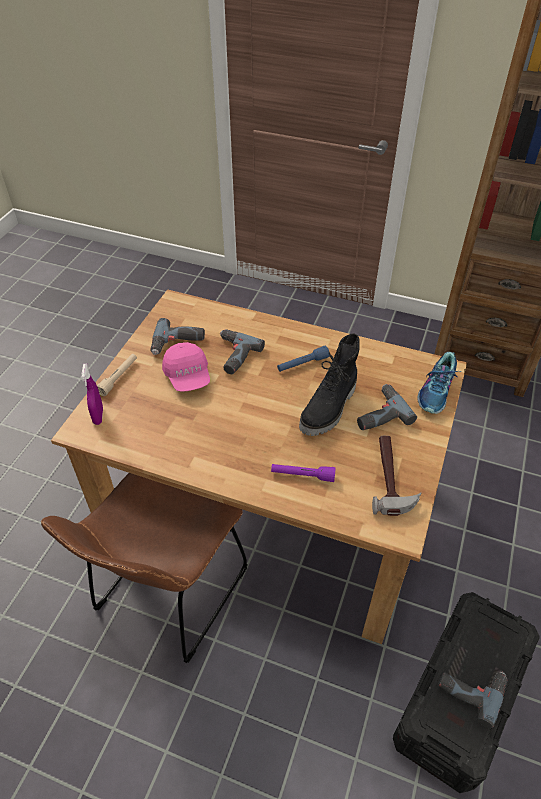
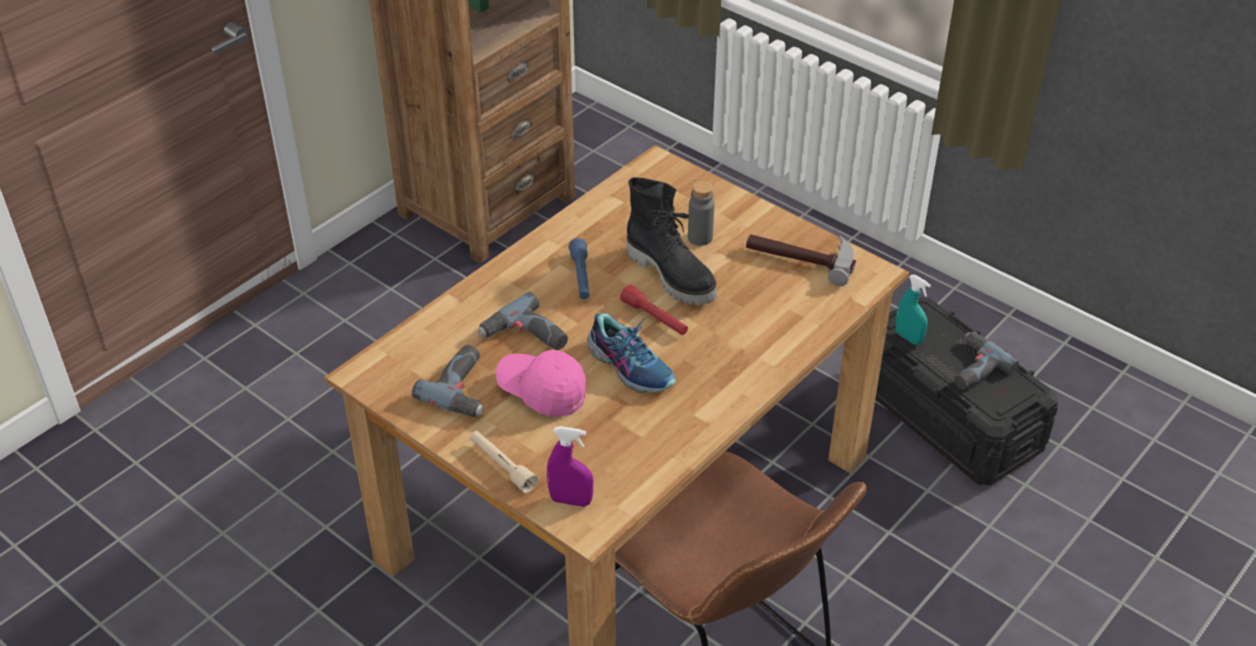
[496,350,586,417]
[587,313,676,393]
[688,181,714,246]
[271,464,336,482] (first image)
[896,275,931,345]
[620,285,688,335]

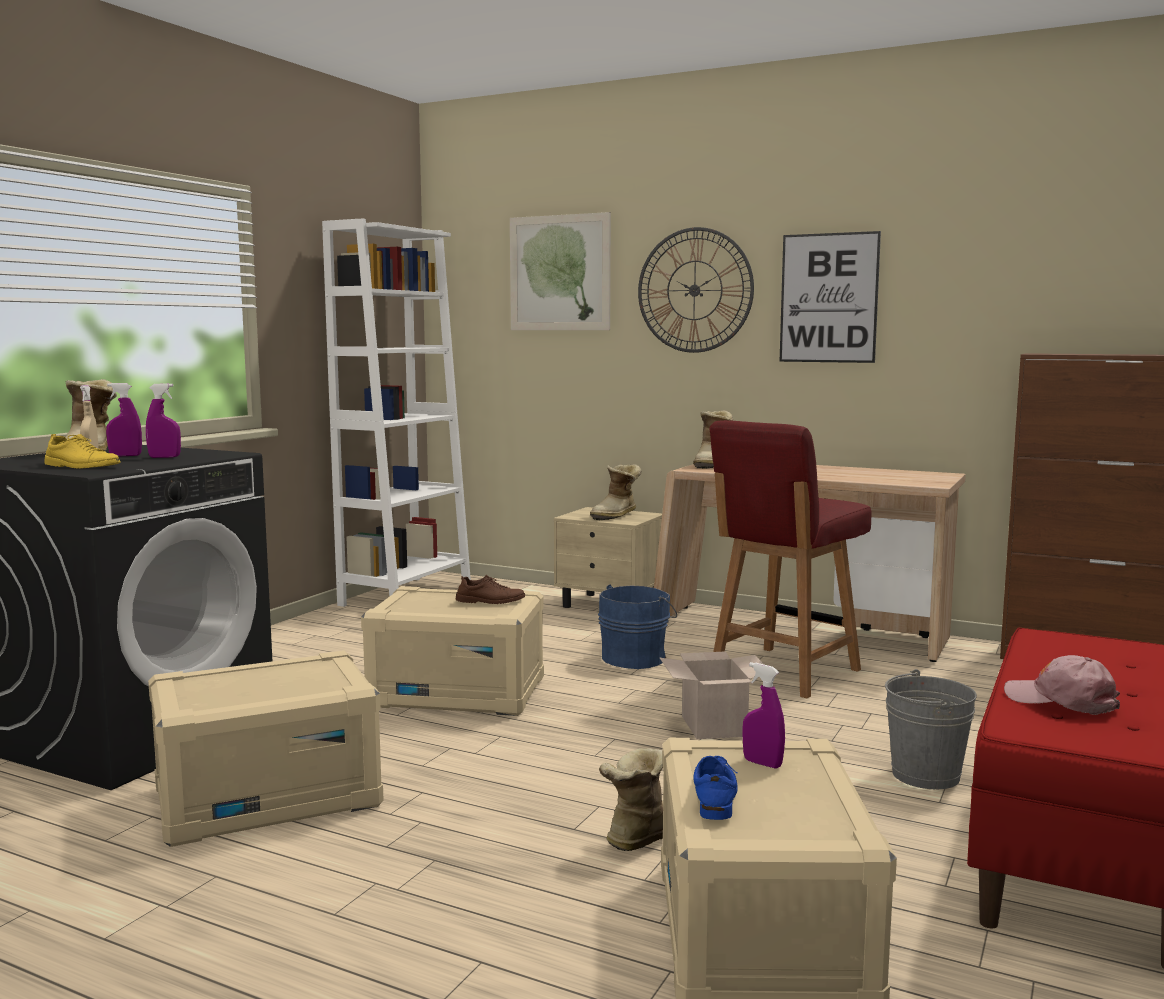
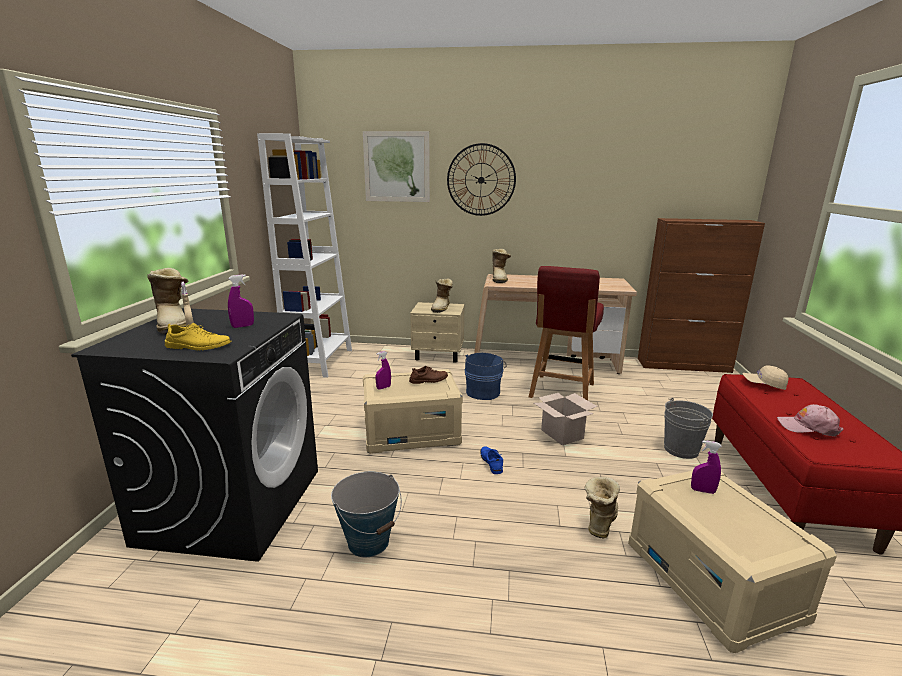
[780,231,881,363] (first image)
[376,351,391,390]
[331,472,402,557]
[480,446,503,474]
[742,366,788,390]

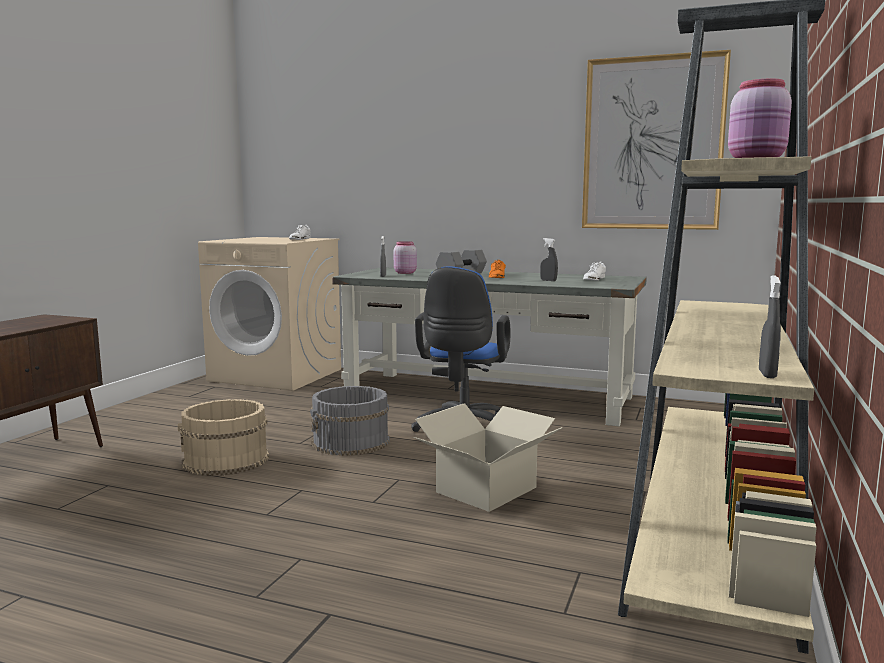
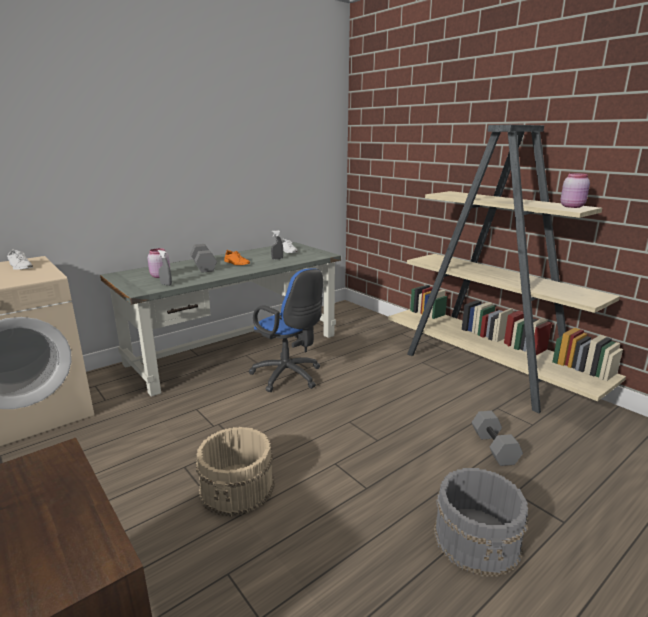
[582,50,731,230] (first image)
[759,275,781,378] (first image)
[433,468,529,577]
[414,403,563,512] (first image)
[472,411,523,466]

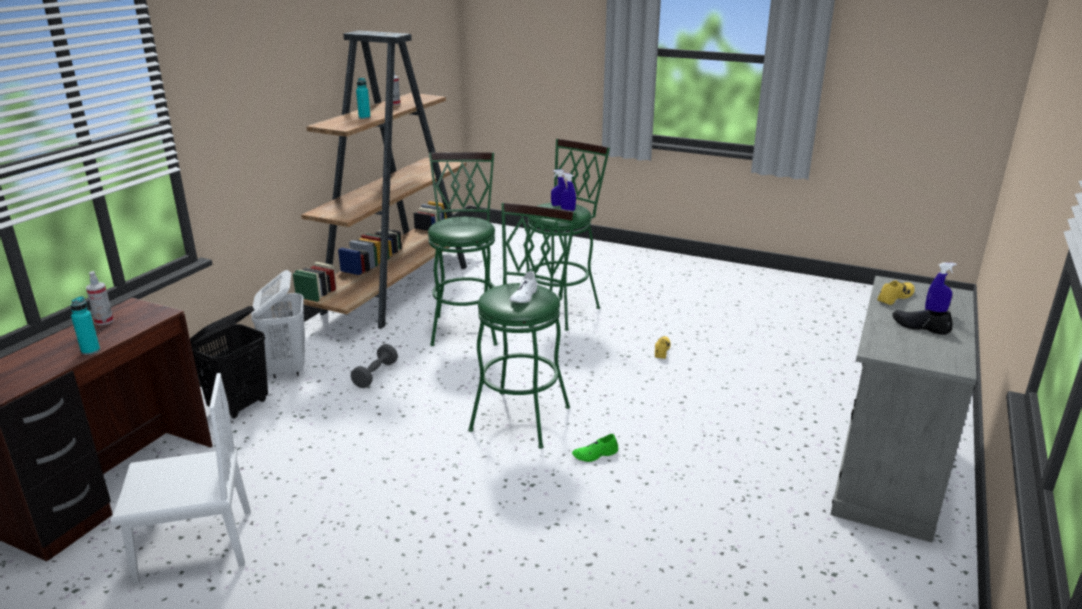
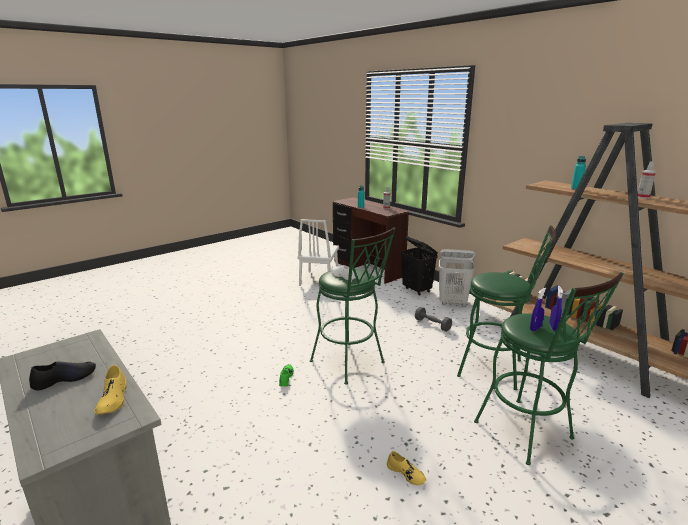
[925,263,957,312] (first image)

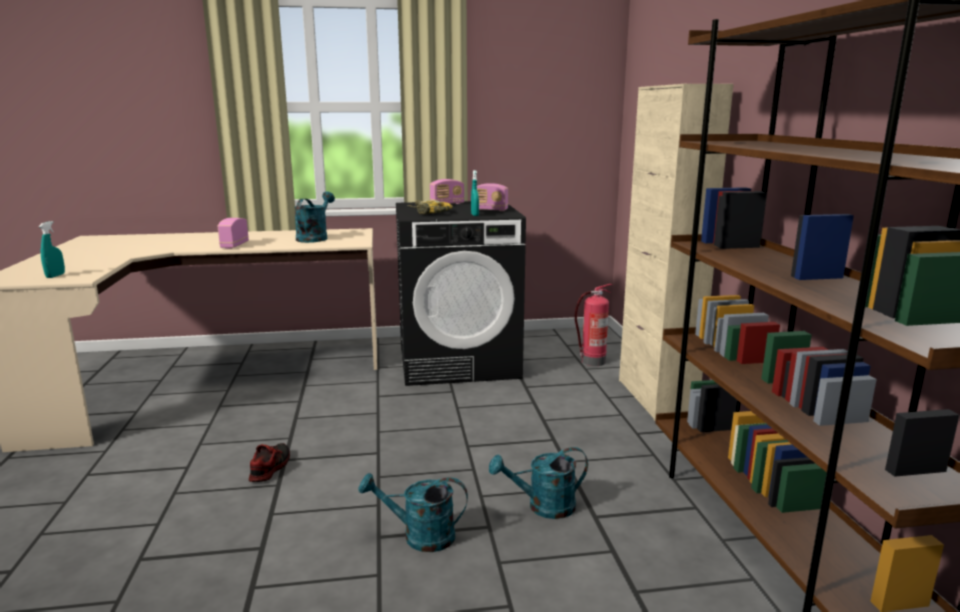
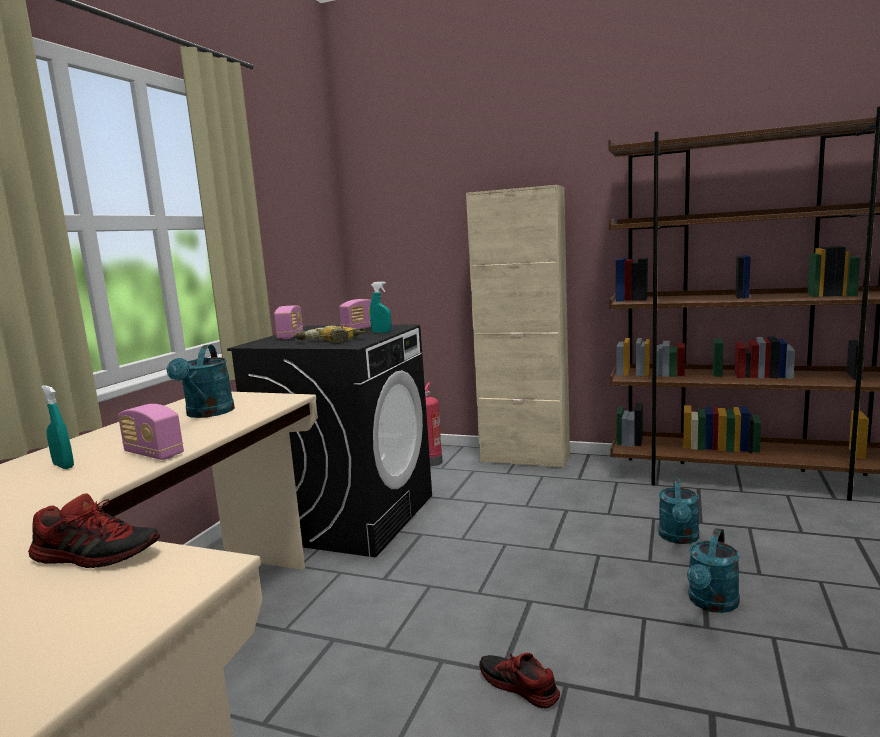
[167,345,235,418]
[41,385,74,469]
[28,494,160,568]

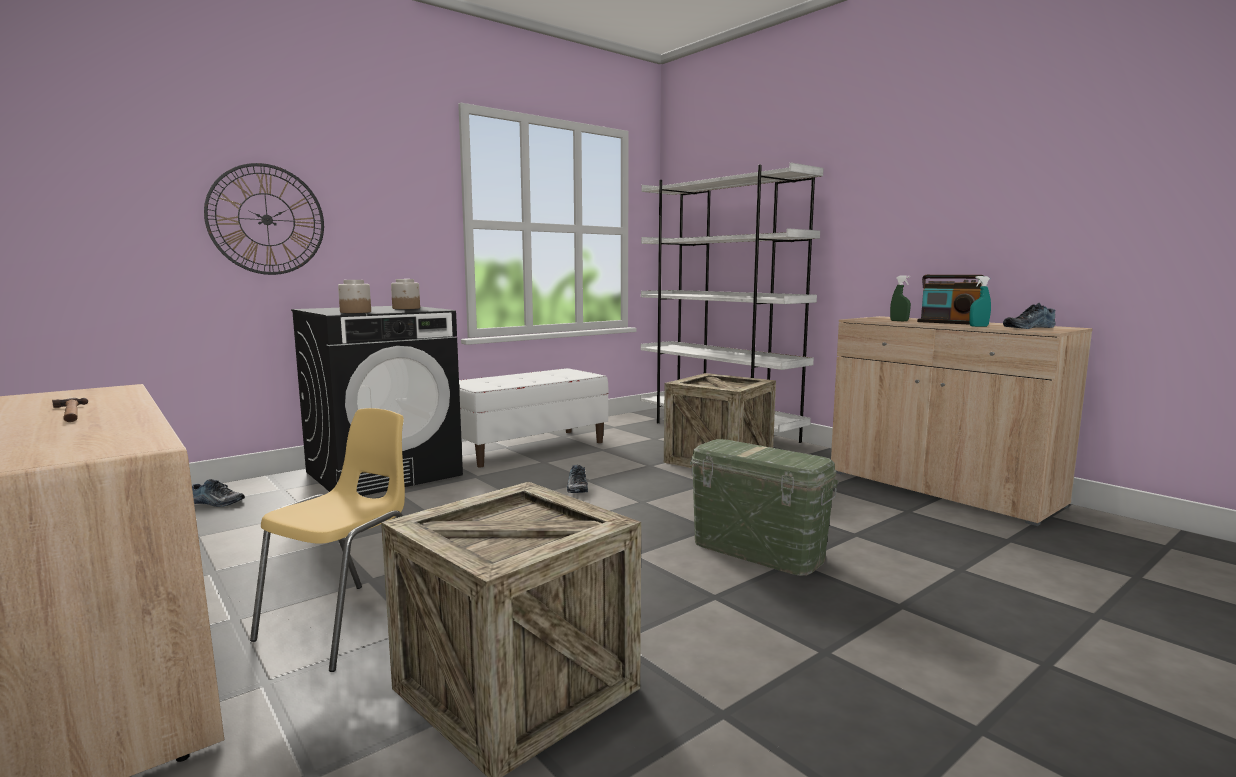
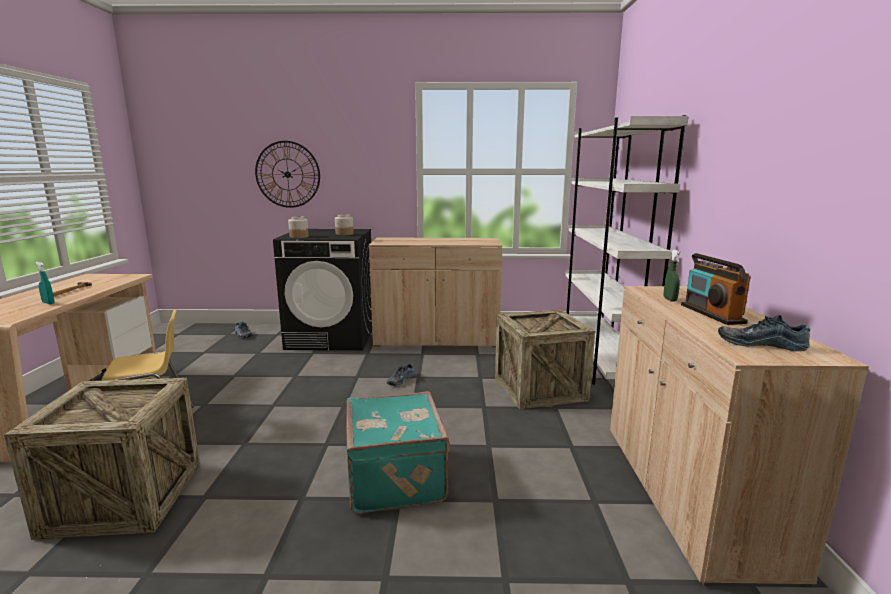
[35,262,55,305]
[369,238,502,347]
[346,391,451,514]

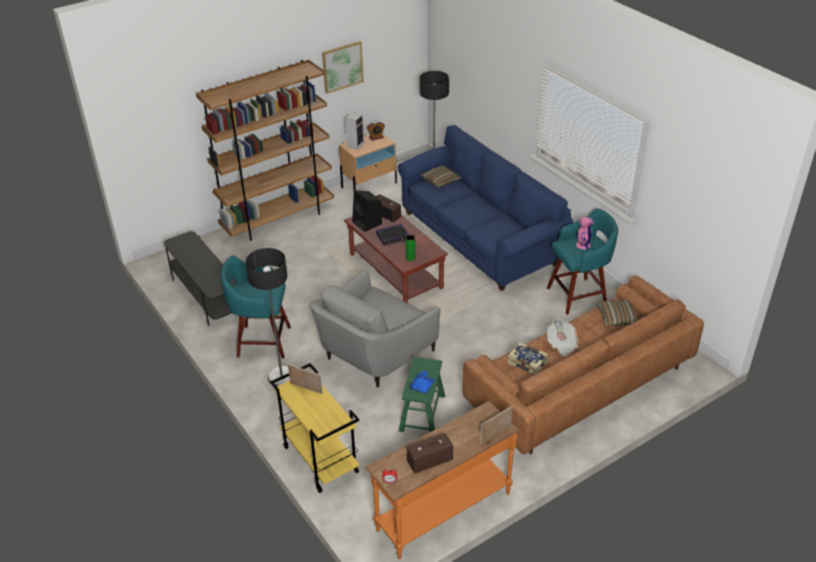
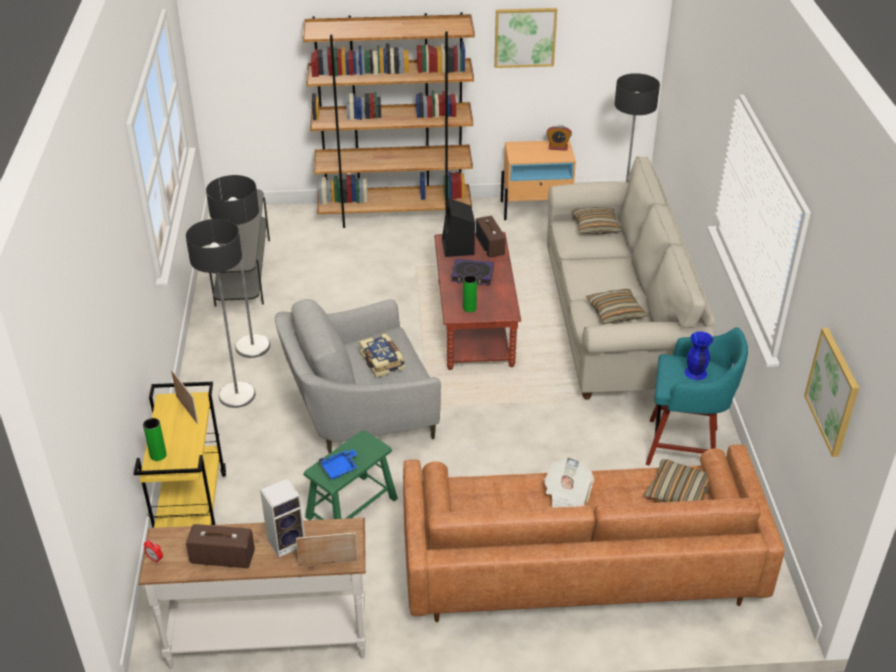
[260,478,305,557]
[547,156,715,400]
[685,331,713,380]
[206,175,270,358]
[359,333,405,378]
[138,518,366,669]
[586,289,648,324]
[804,328,859,457]
[143,418,167,461]

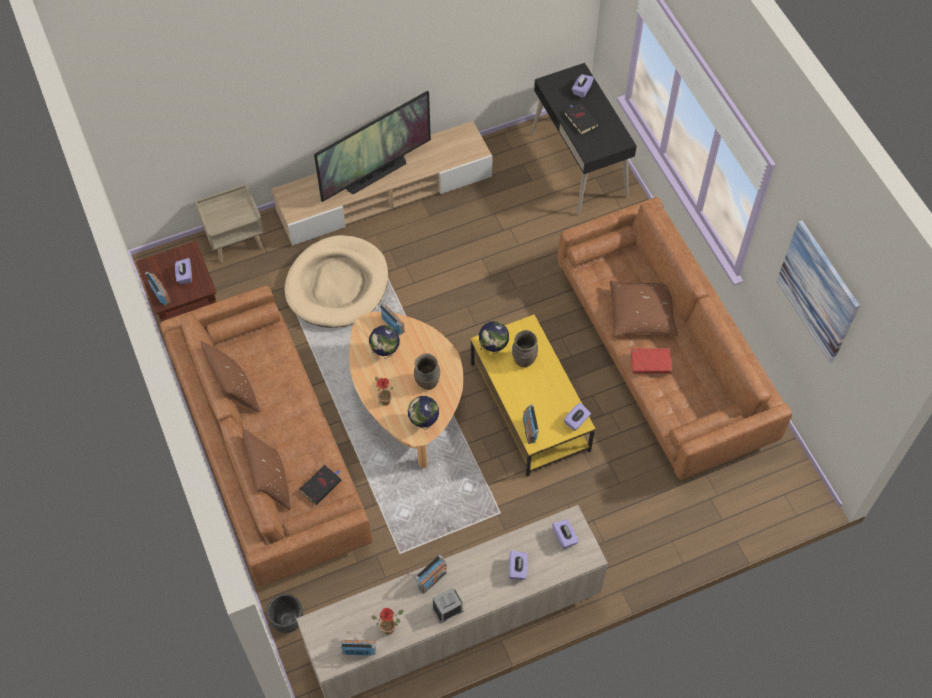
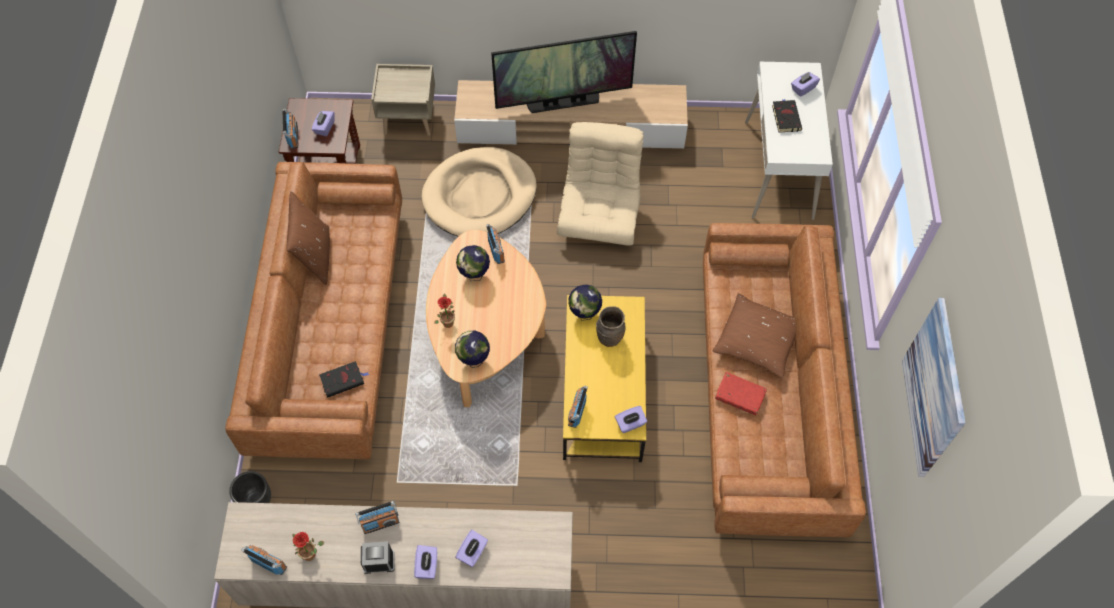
[745,62,833,220]
[414,353,440,390] (first image)
[243,428,290,510] (first image)
[414,545,437,579]
[557,122,644,246]

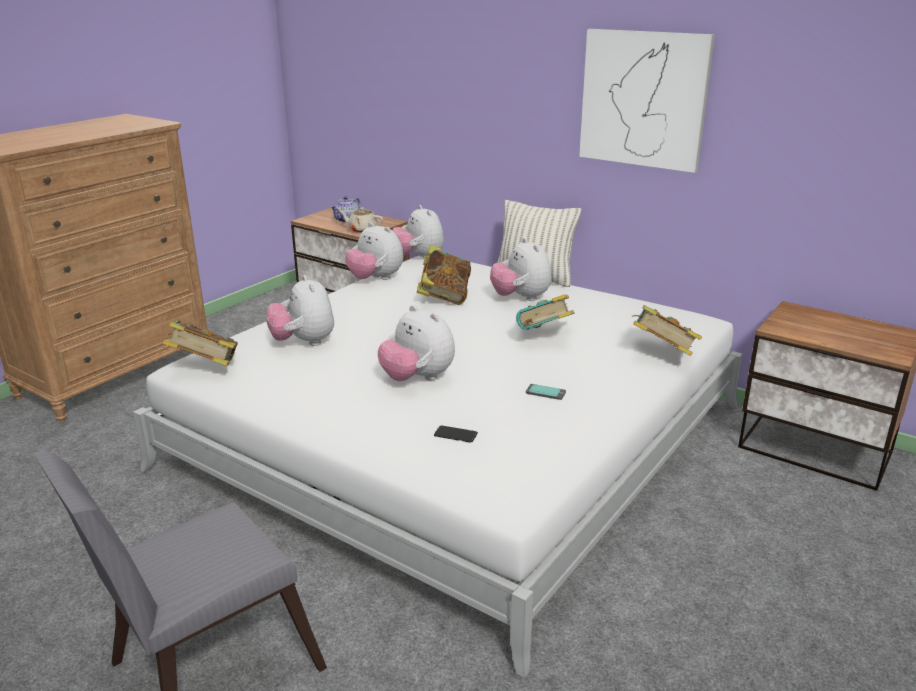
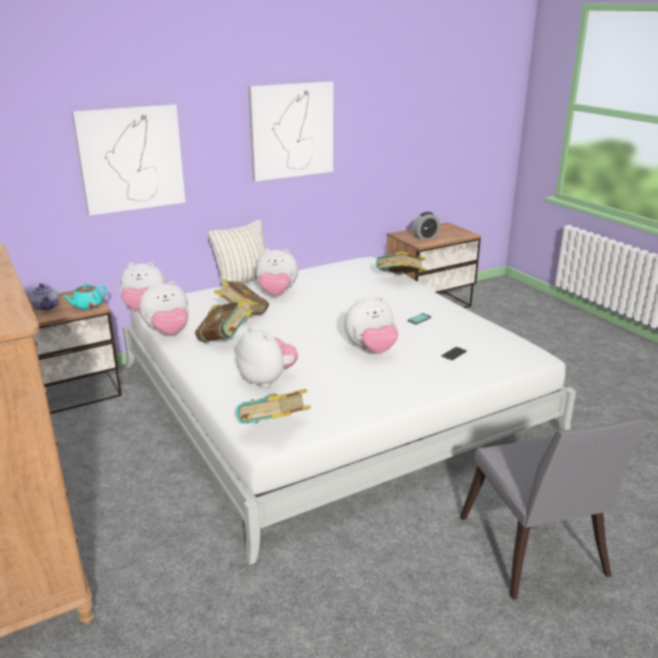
[62,284,107,310]
[236,326,298,388]
[195,299,253,343]
[72,104,185,216]
[412,212,440,240]

